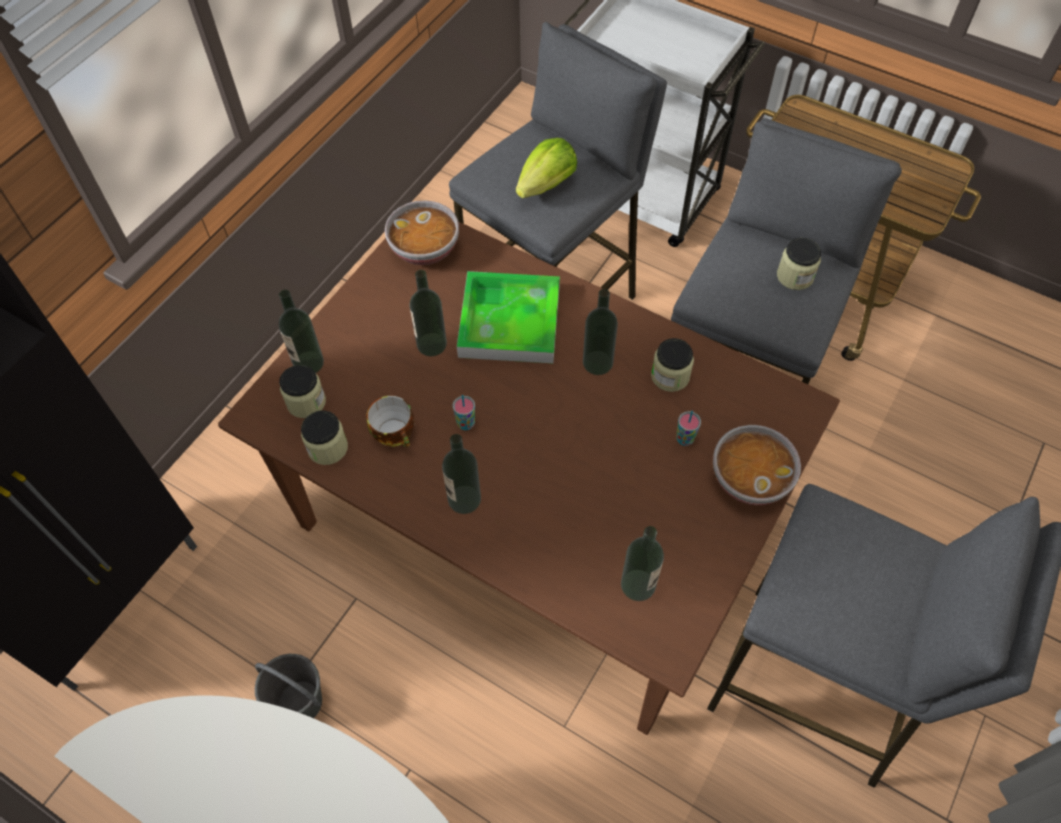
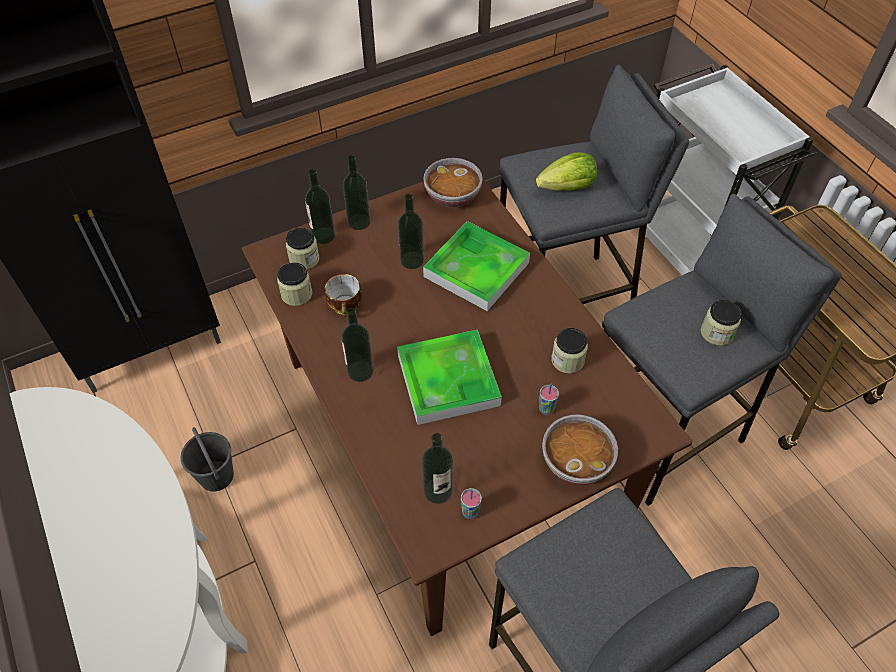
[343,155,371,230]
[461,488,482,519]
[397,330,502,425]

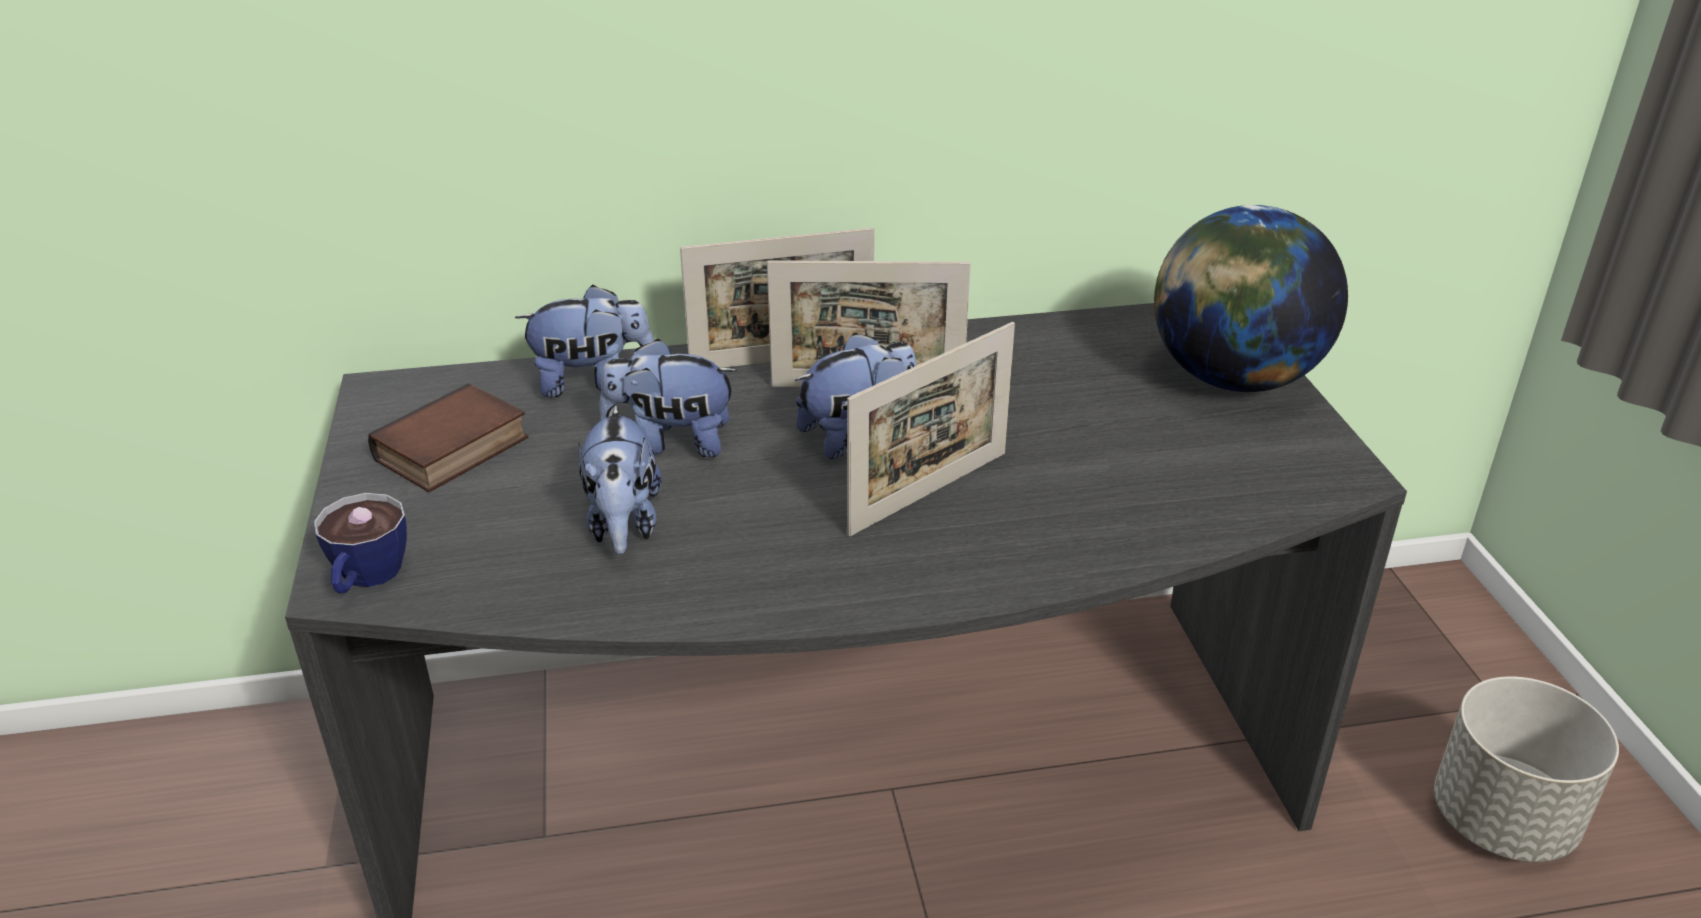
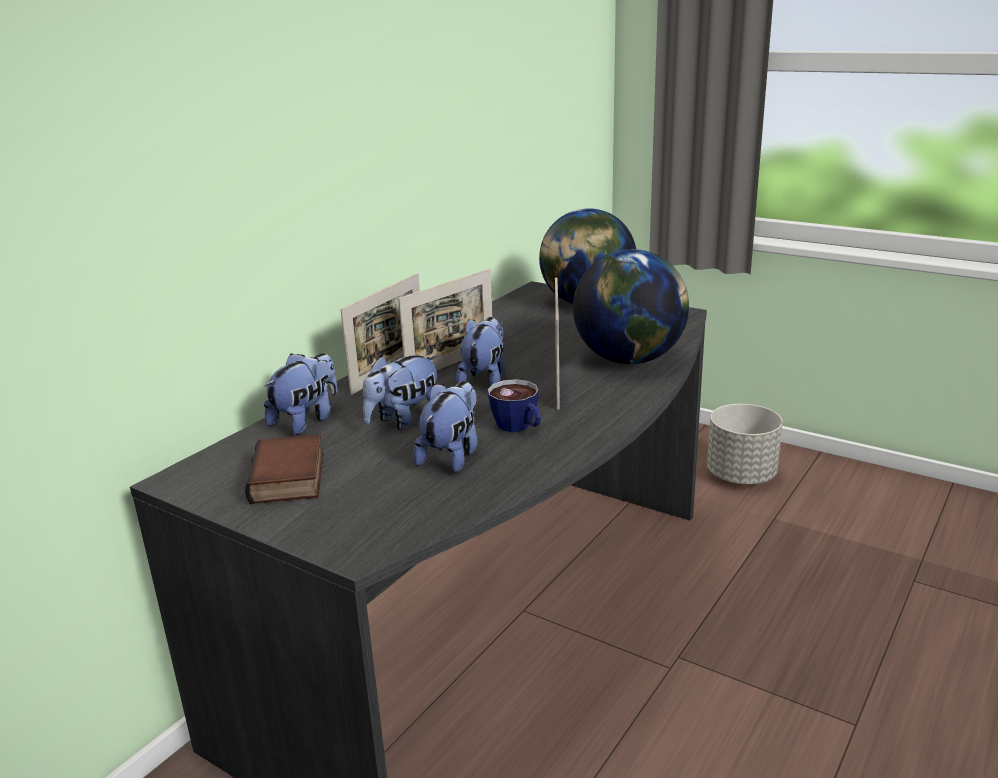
[413,381,478,473]
[487,379,541,432]
[573,249,689,364]

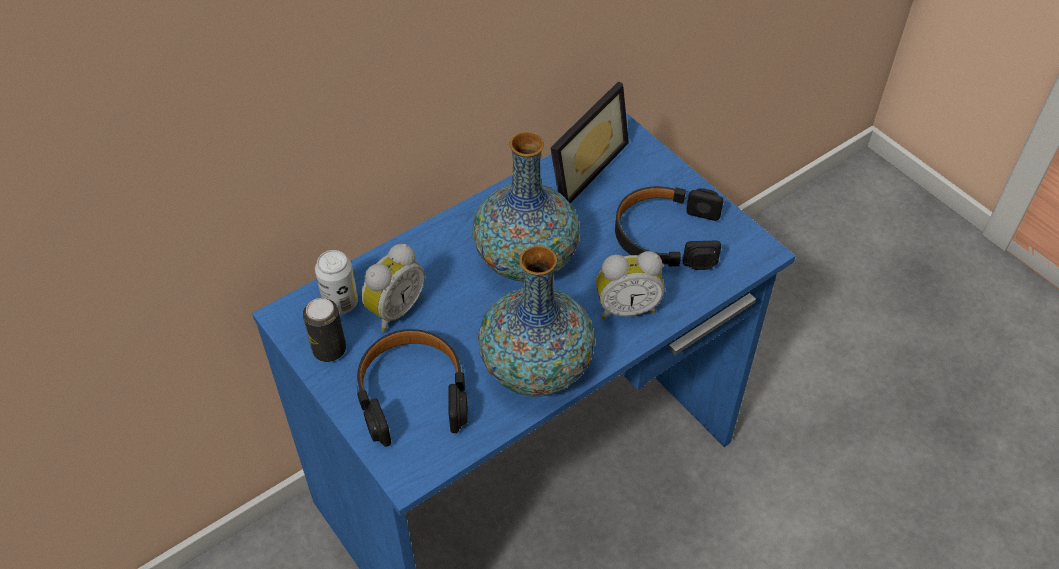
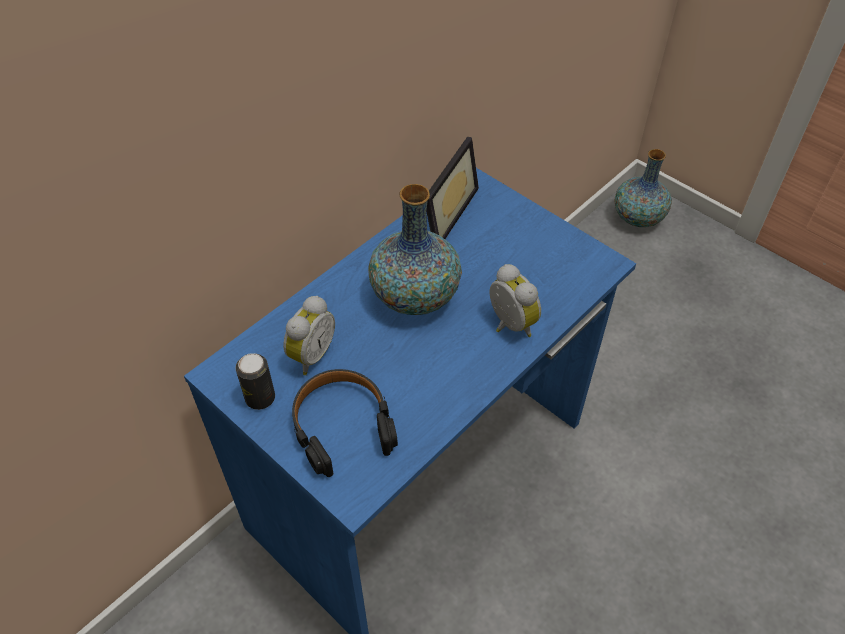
[615,186,723,270] (first image)
[615,149,672,227]
[315,250,358,315] (first image)
[490,264,541,337]

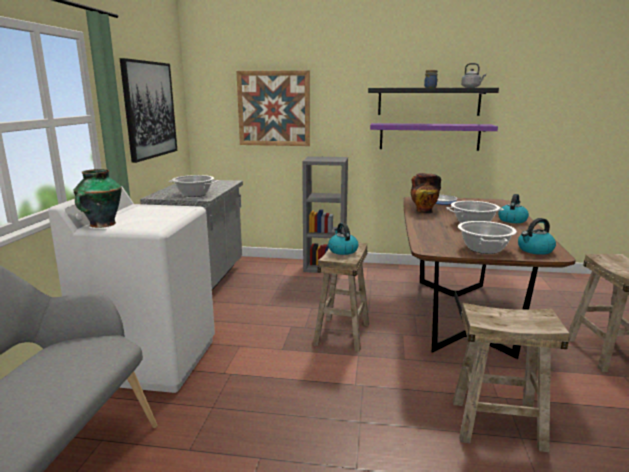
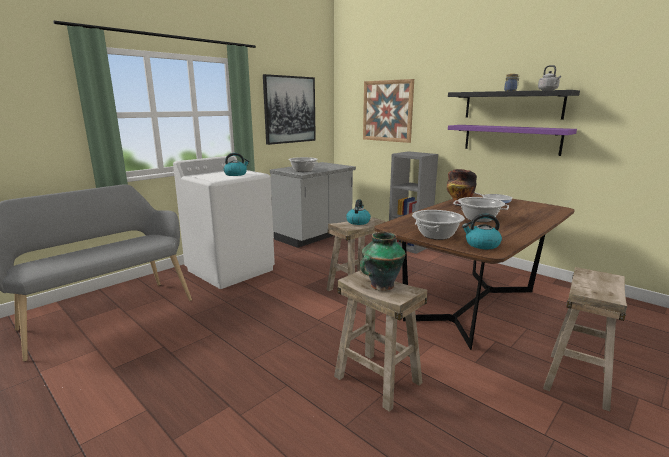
[360,232,406,291]
[224,153,250,176]

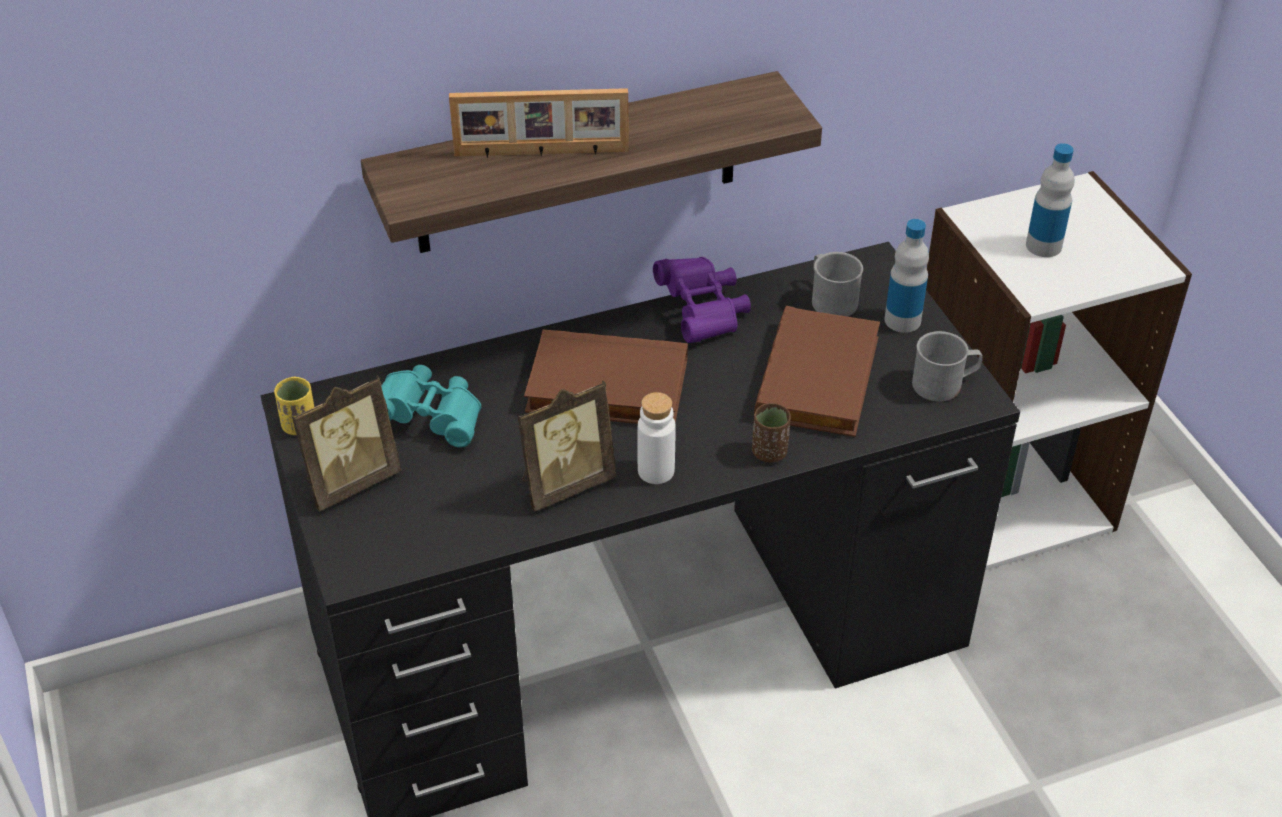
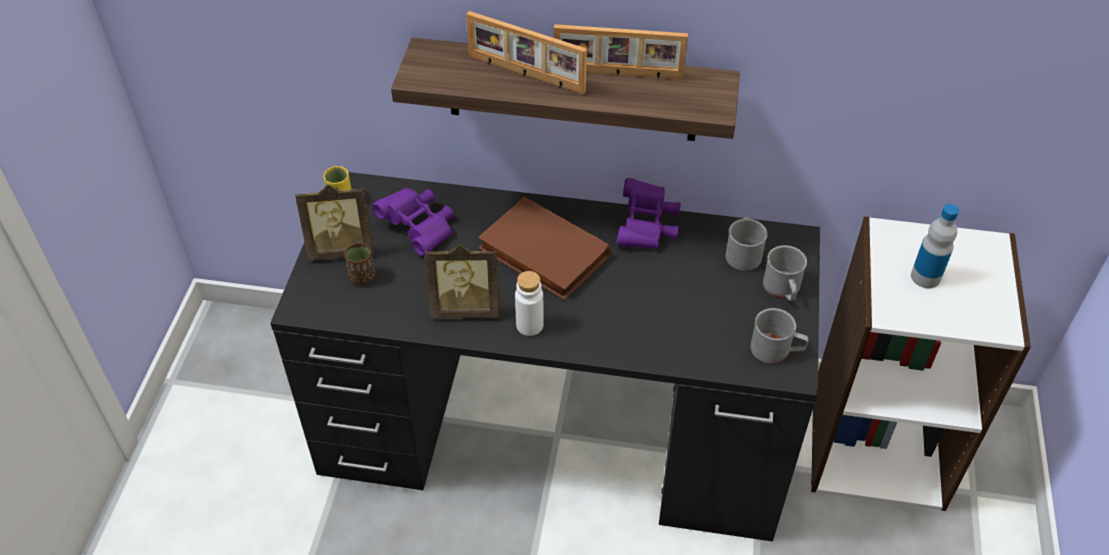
[763,245,807,301]
[754,306,880,437] (first image)
[372,188,454,256]
[344,242,375,285]
[554,24,688,79]

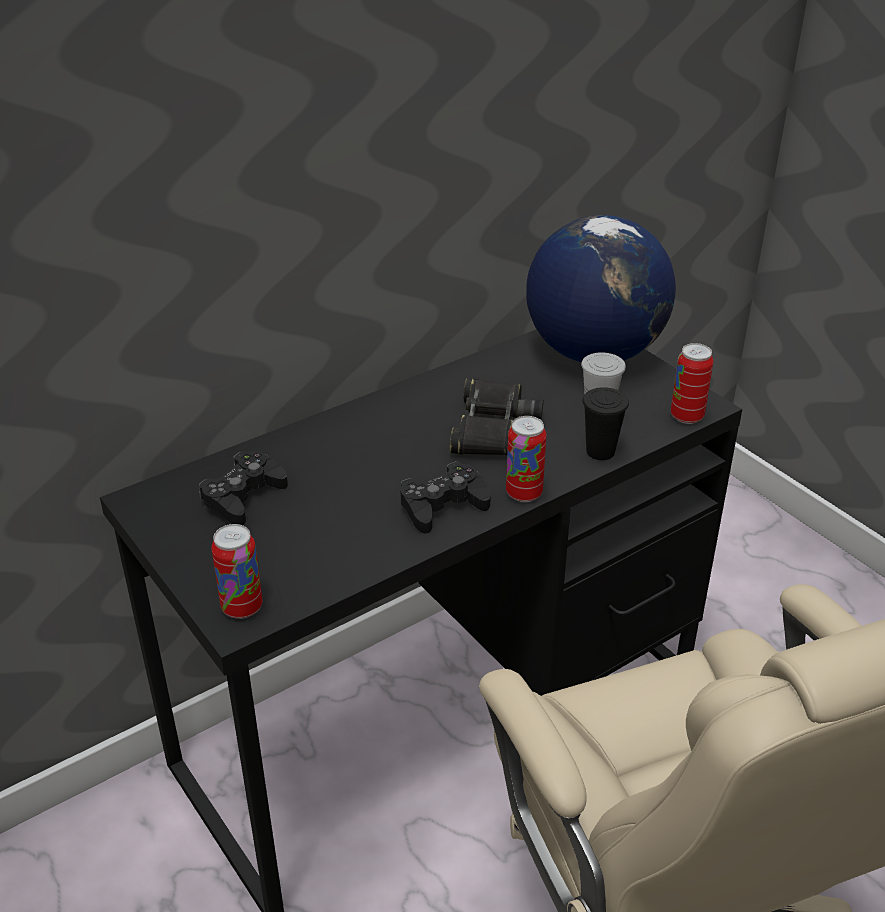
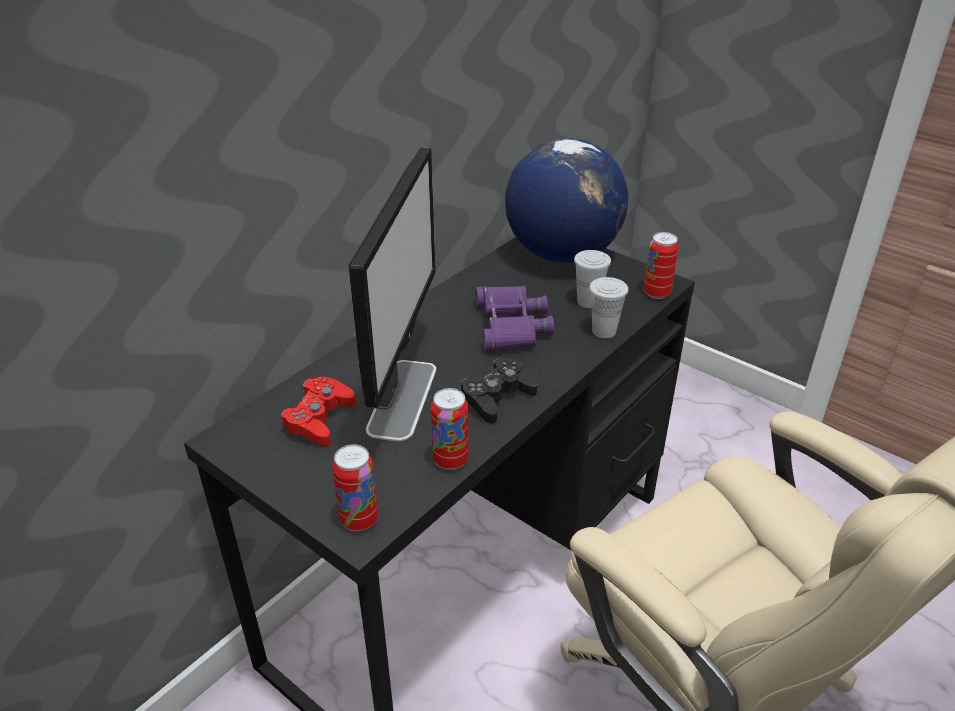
[476,286,554,352]
[589,277,628,338]
[431,388,469,470]
[281,377,356,446]
[349,147,436,442]

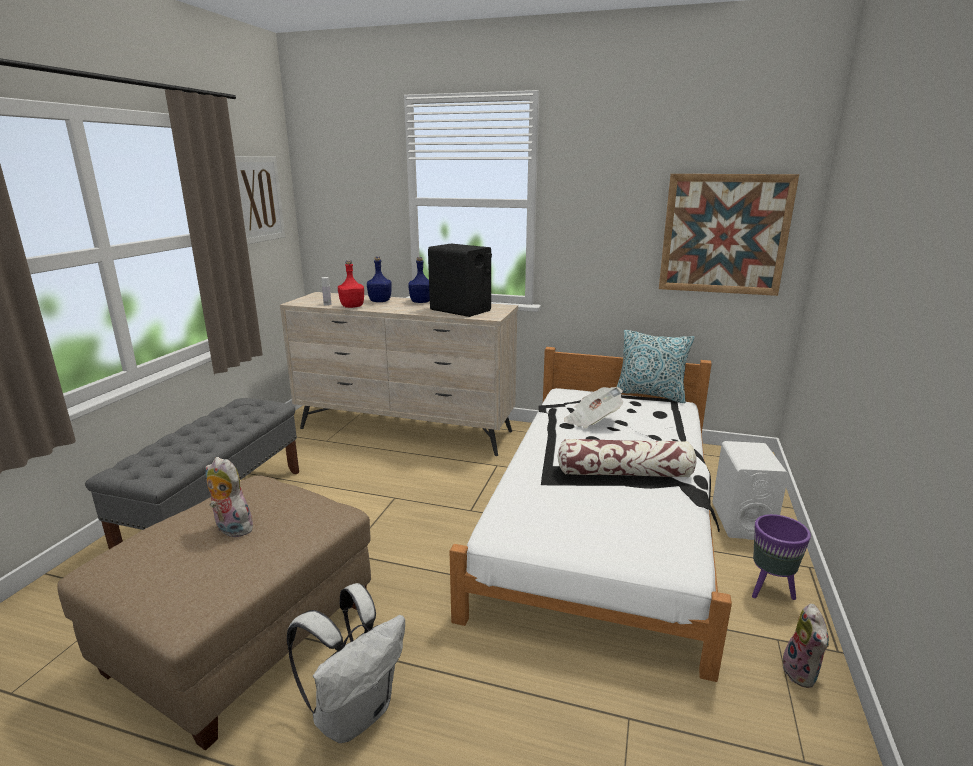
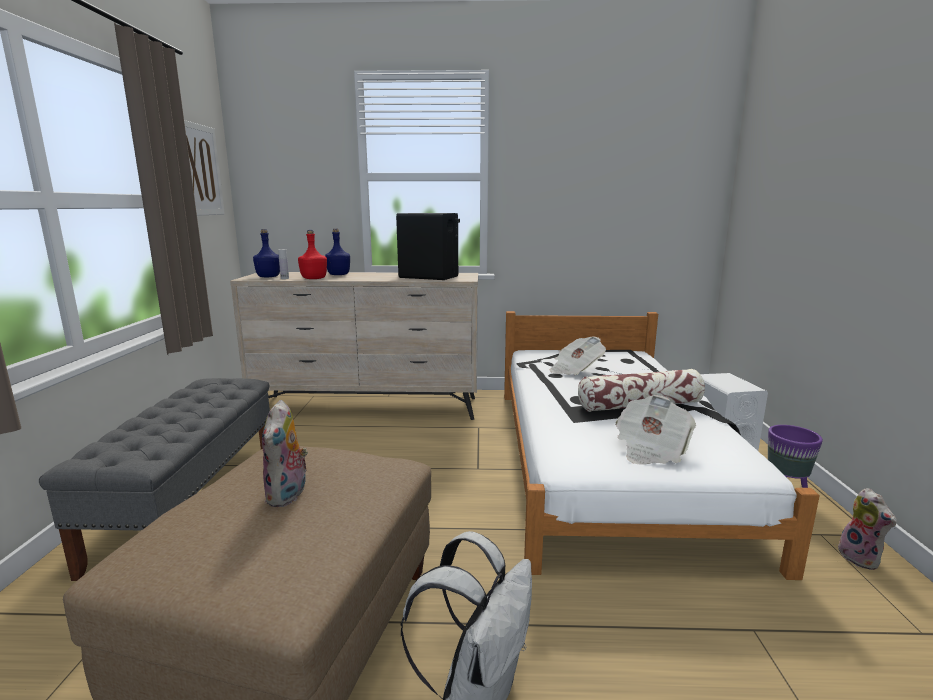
[659,174,799,296] (first image)
[253,229,280,277]
[617,330,695,403] (first image)
[262,400,308,507]
[615,395,696,465]

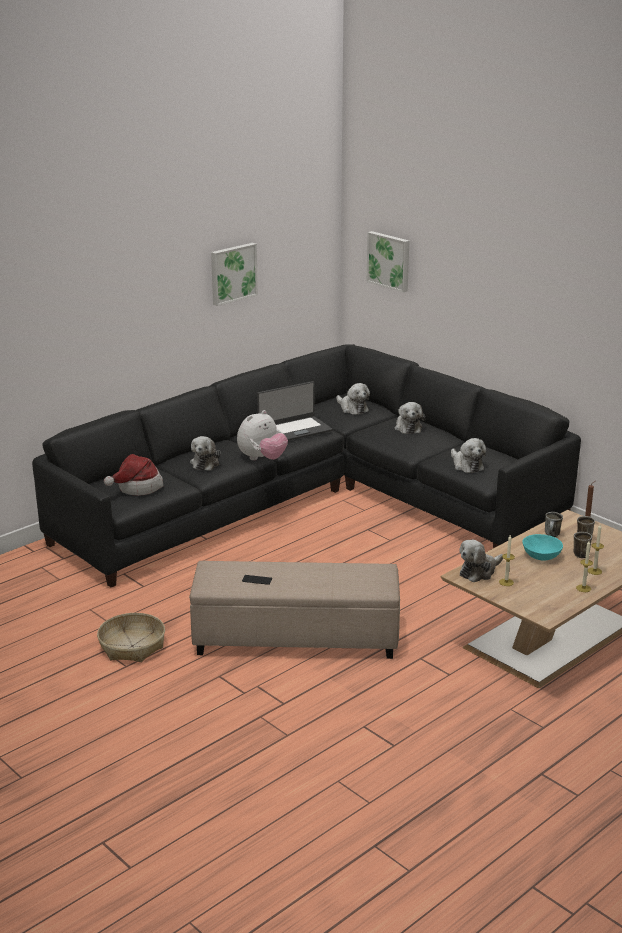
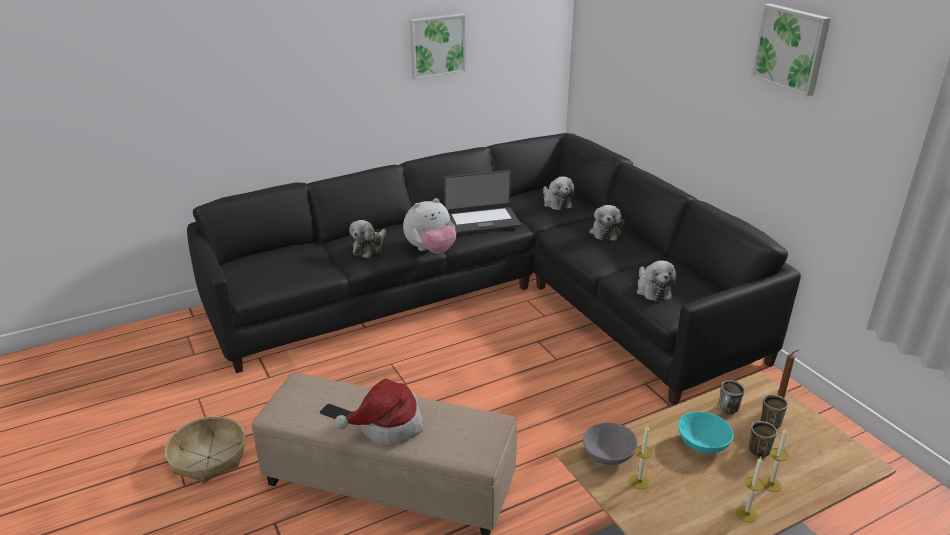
[751,4,831,97]
[334,378,423,445]
[583,422,637,465]

